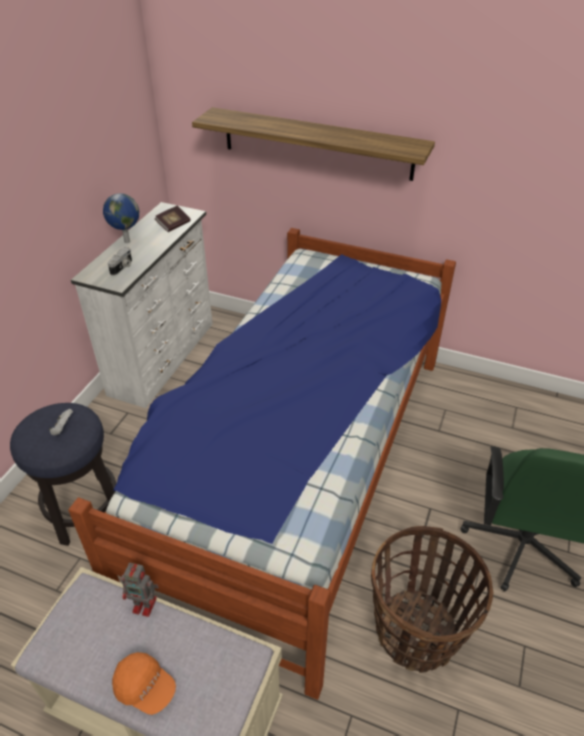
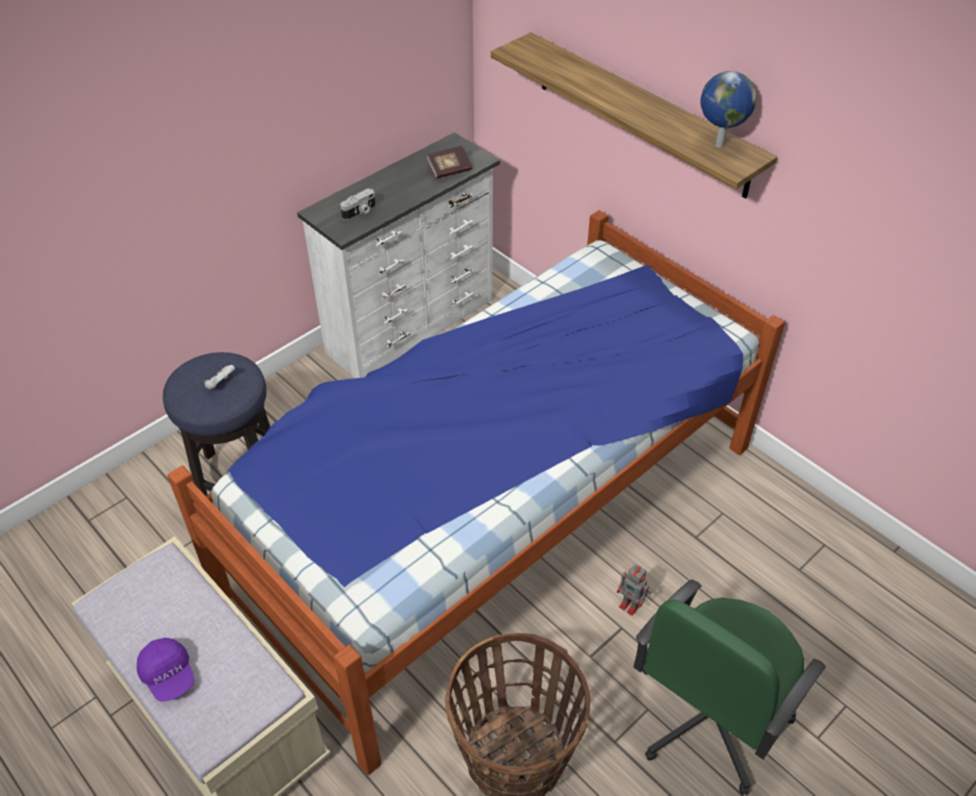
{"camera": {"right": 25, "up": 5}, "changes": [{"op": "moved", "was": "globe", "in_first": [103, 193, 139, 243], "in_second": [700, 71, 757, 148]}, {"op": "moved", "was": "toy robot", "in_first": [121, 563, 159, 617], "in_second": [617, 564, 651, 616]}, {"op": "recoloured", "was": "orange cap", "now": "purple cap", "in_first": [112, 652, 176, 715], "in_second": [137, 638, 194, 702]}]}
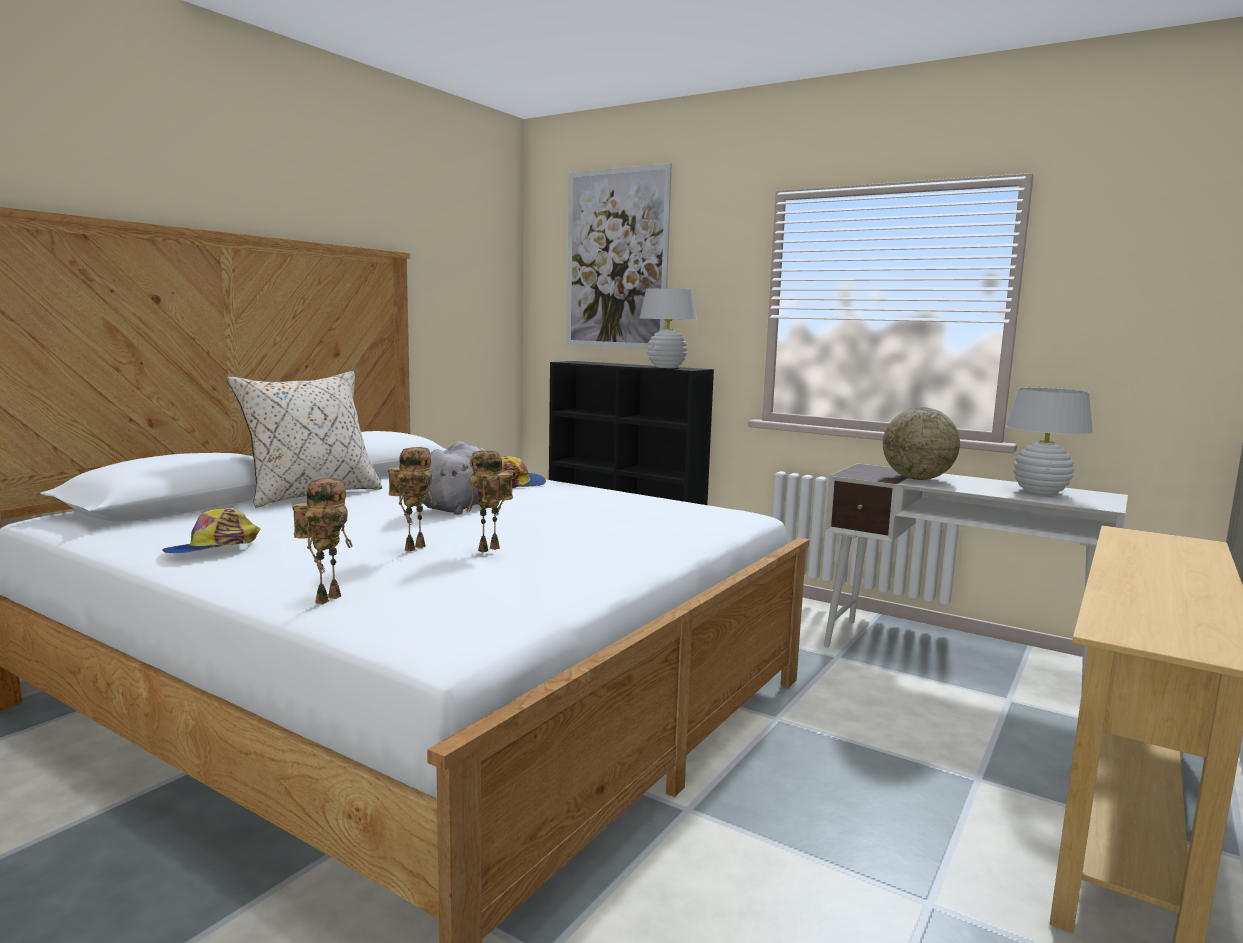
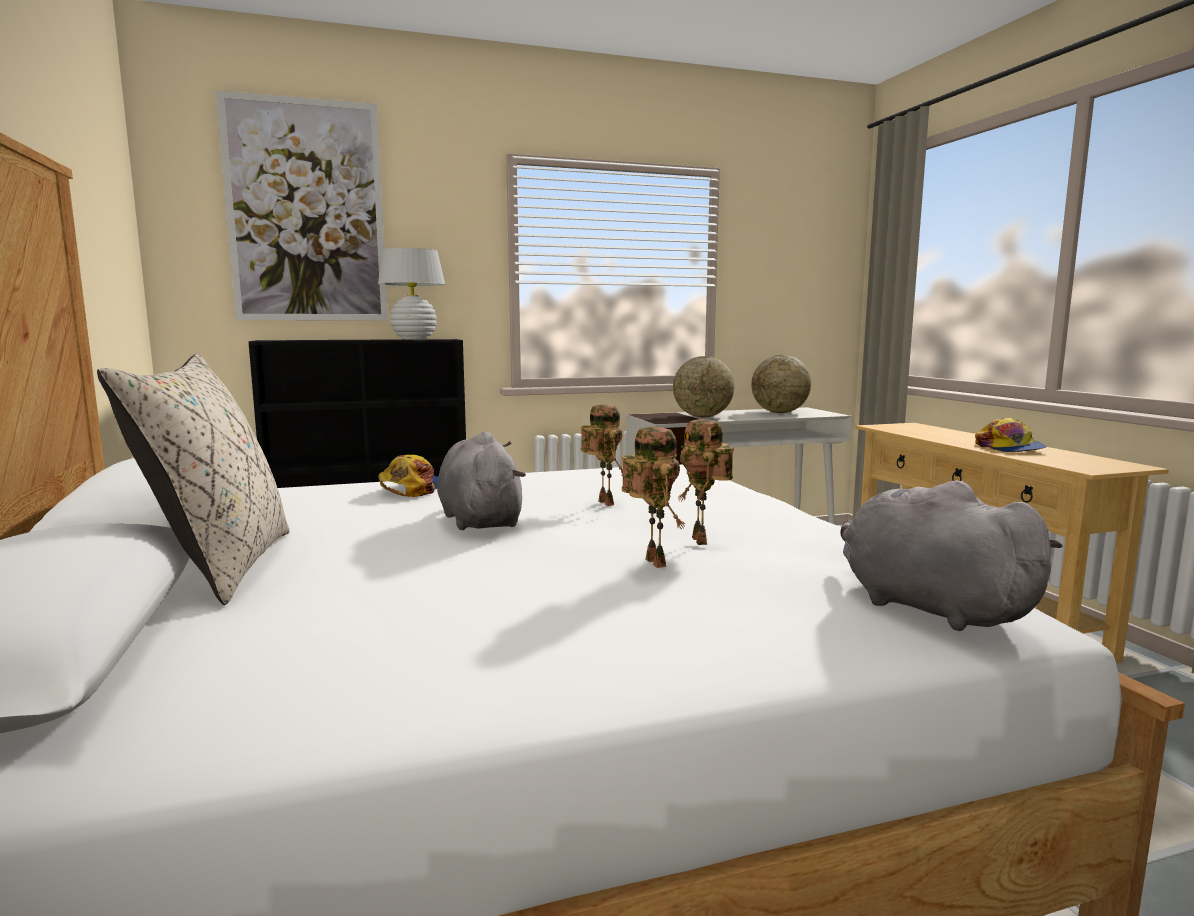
{"camera": {"right": -50, "up": 0}, "changes": [{"op": "replaced", "was": "white table lamp", "now": "globe", "in_first": [1006, 387, 1093, 495], "in_second": [751, 355, 811, 413]}, {"op": "moved", "was": "toy robot", "in_first": [292, 478, 353, 604], "in_second": [581, 405, 623, 506]}, {"op": "moved", "was": "cap", "in_first": [162, 508, 260, 553], "in_second": [975, 418, 1047, 452]}, {"op": "added", "now": "grey plush toy", "in_second": [840, 481, 1063, 631]}]}
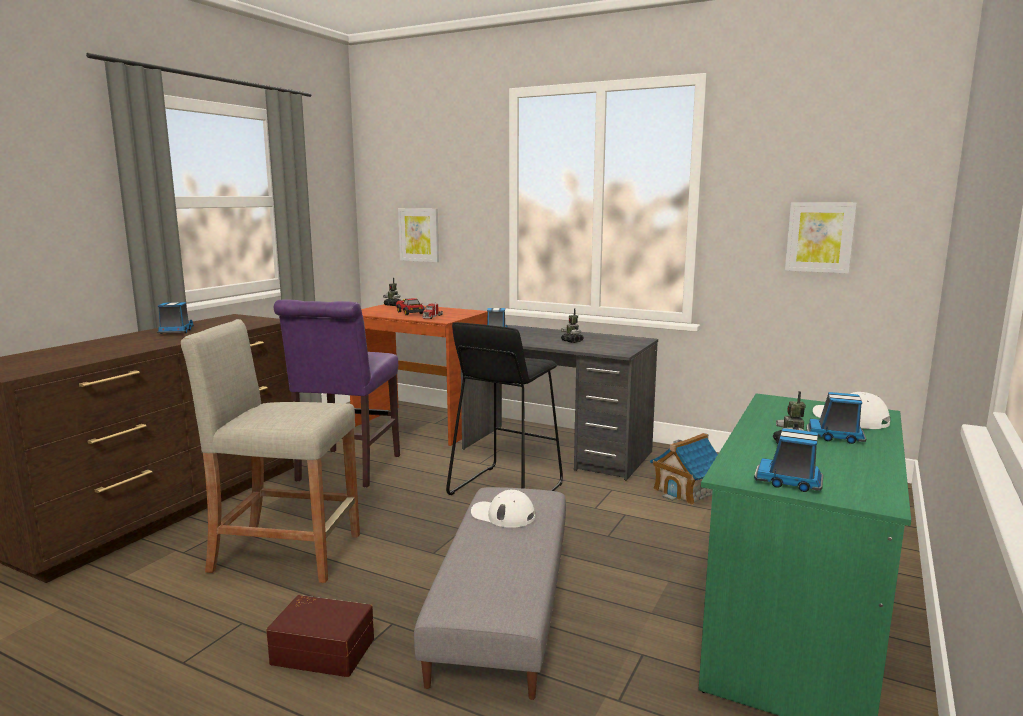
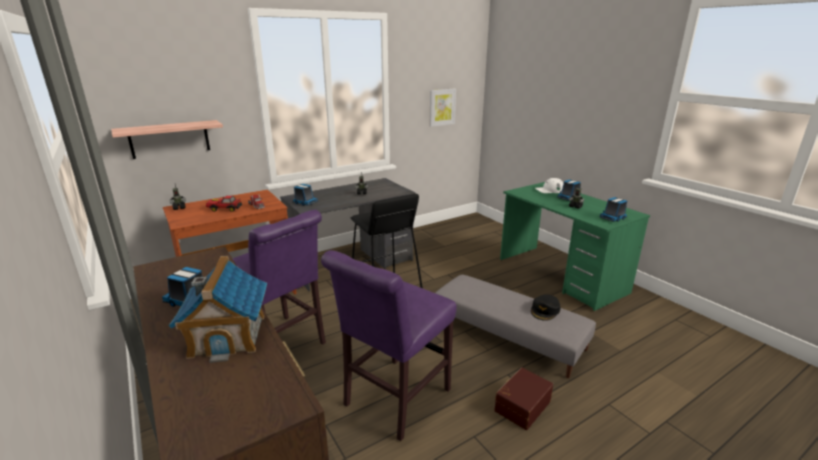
{"camera": {"right": -60, "up": 10}, "changes": [{"op": "replaced", "was": "picture", "now": "shelf", "in_first": [398, 208, 439, 262], "in_second": [111, 120, 223, 159]}, {"op": "replaced", "was": "beige stool", "now": "purple chair", "in_first": [181, 319, 360, 583], "in_second": [321, 250, 457, 441]}, {"op": "moved", "was": "toy house", "in_first": [650, 433, 718, 505], "in_second": [168, 256, 267, 363]}, {"op": "removed", "was": "white cap", "in_first": [471, 490, 535, 528]}, {"op": "added", "now": "black cap", "in_second": [531, 294, 561, 321]}]}
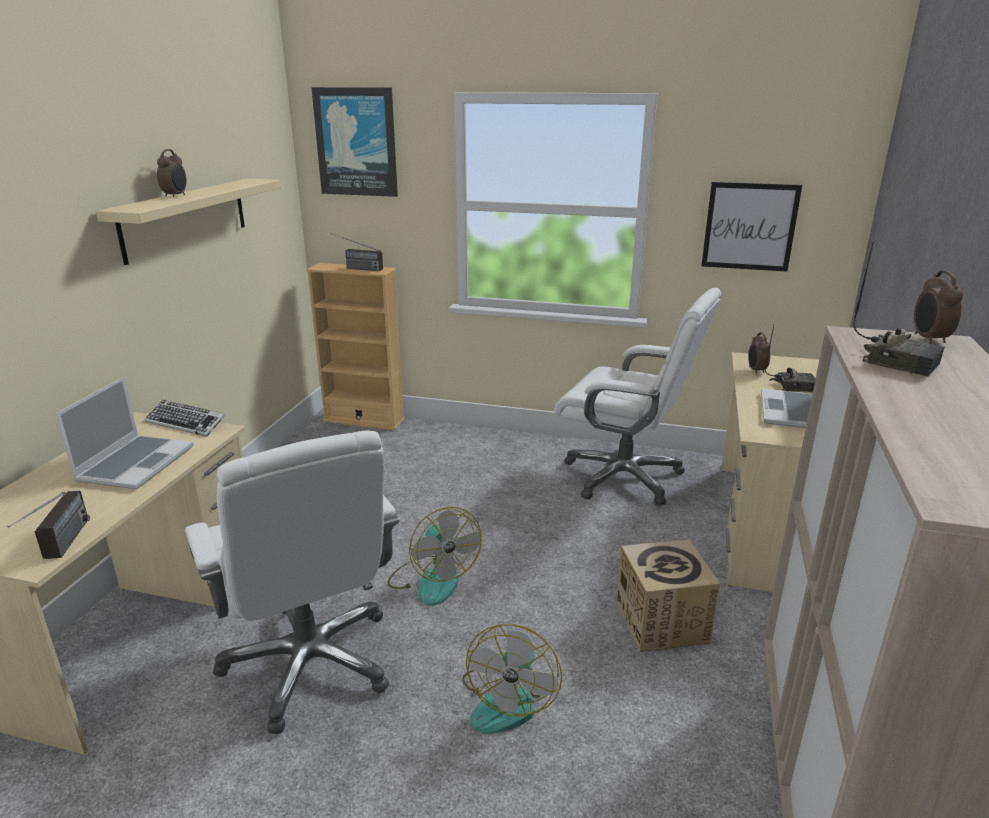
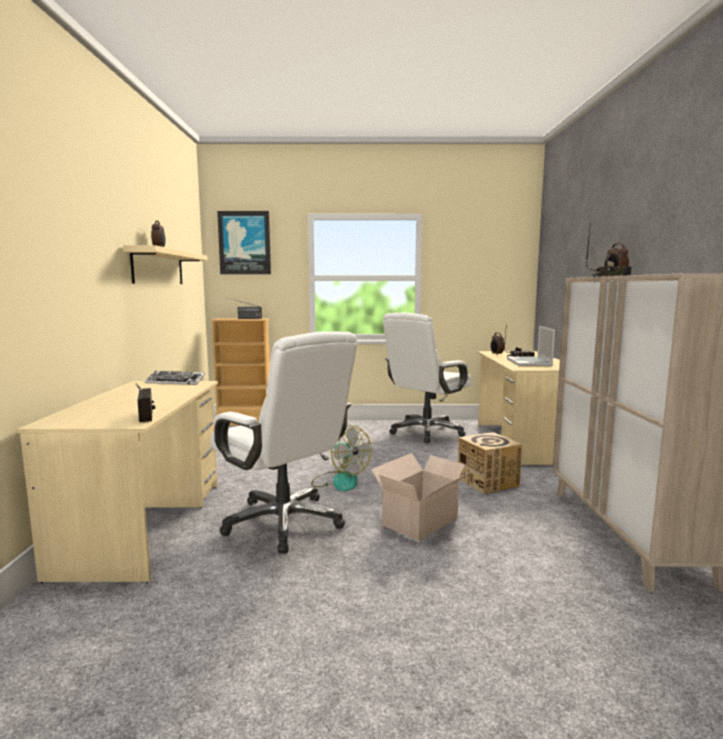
{"camera": {"right": -15, "up": -15}, "changes": [{"op": "removed", "was": "picture", "in_first": [701, 182, 802, 272]}, {"op": "turned", "was": "white office chair", "in_first": [554, 288, 722, 506], "in_second": [383, 313, 472, 443], "clockwise": 120}, {"op": "removed", "was": "laptop", "in_first": [55, 377, 194, 489]}, {"op": "replaced", "was": "fan", "now": "cardboard box", "in_first": [462, 624, 562, 734], "in_second": [371, 453, 473, 541]}]}
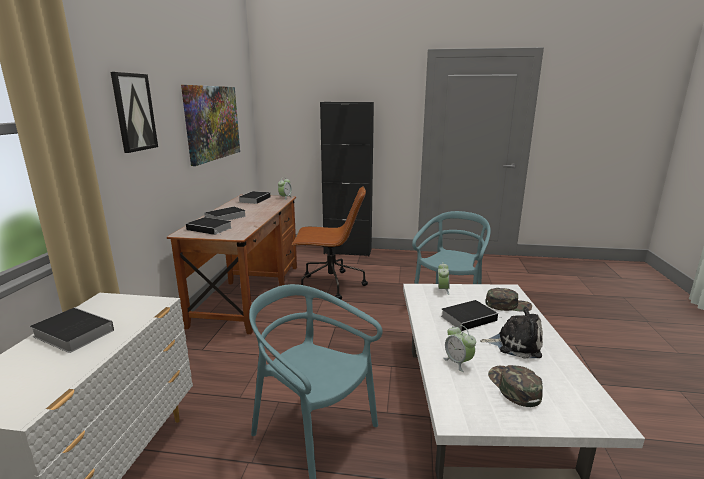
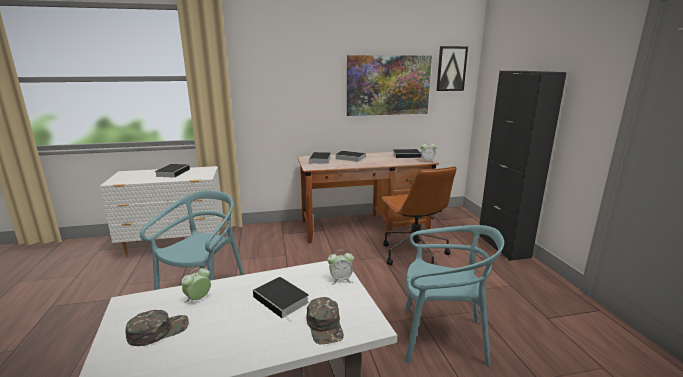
{"camera": {"right": 70, "up": 0}, "changes": [{"op": "moved", "was": "picture", "in_first": [111, 72, 158, 153], "in_second": [436, 46, 468, 91]}, {"op": "removed", "was": "plush toy", "in_first": [480, 306, 543, 359]}]}
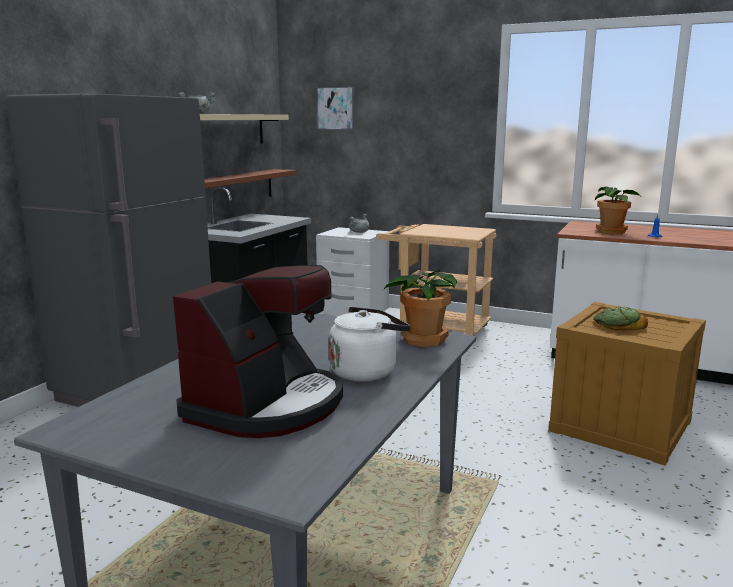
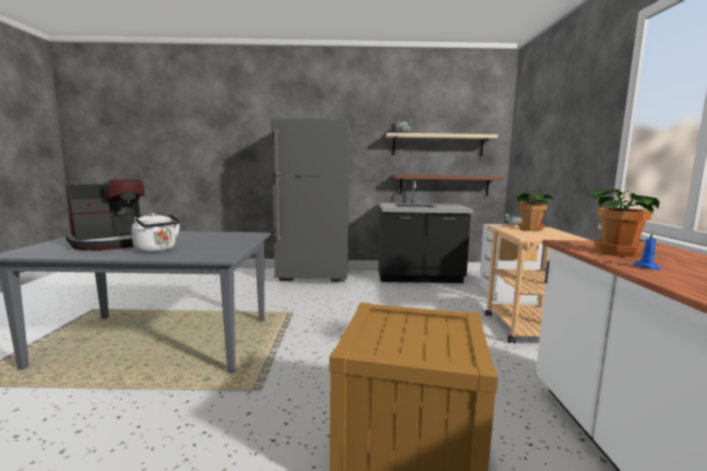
{"camera": {"right": 65, "up": -5}, "changes": [{"op": "removed", "was": "picture", "in_first": [316, 87, 355, 130]}, {"op": "turned", "was": "coffee machine", "in_first": [173, 265, 343, 438], "in_second": [65, 179, 145, 251], "clockwise": -45}, {"op": "moved", "was": "potted plant", "in_first": [383, 269, 457, 347], "in_second": [517, 193, 553, 231]}, {"op": "removed", "was": "bread", "in_first": [593, 306, 648, 331]}]}
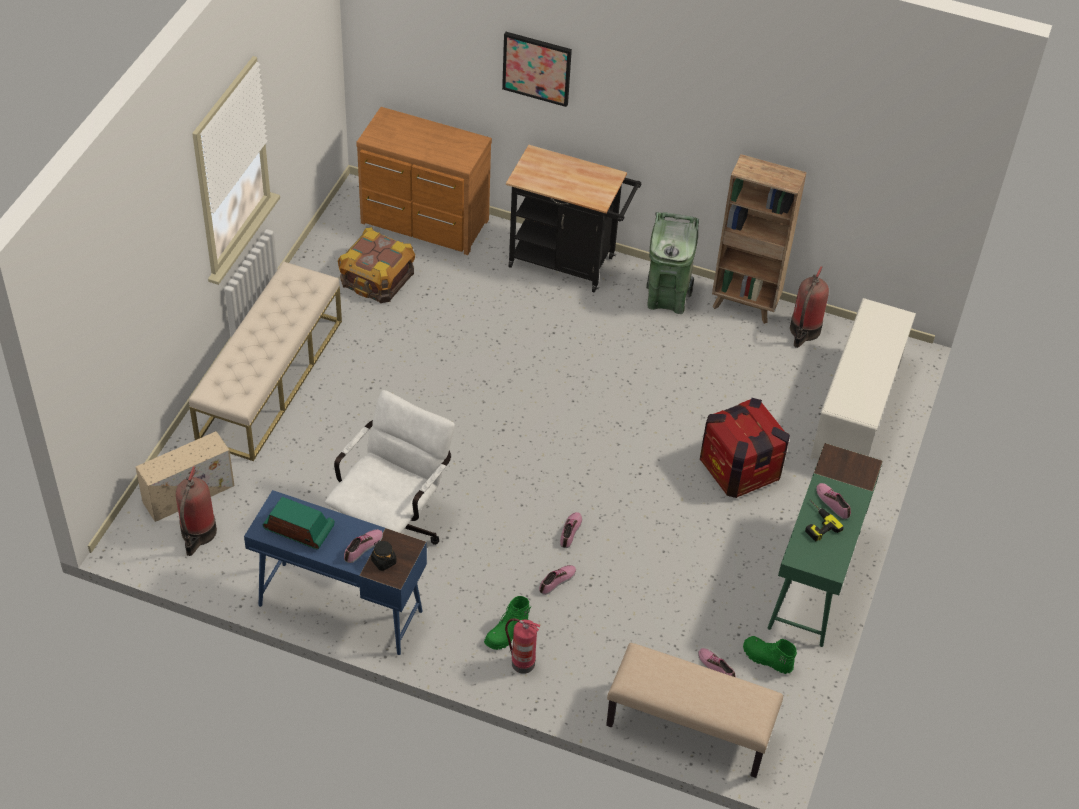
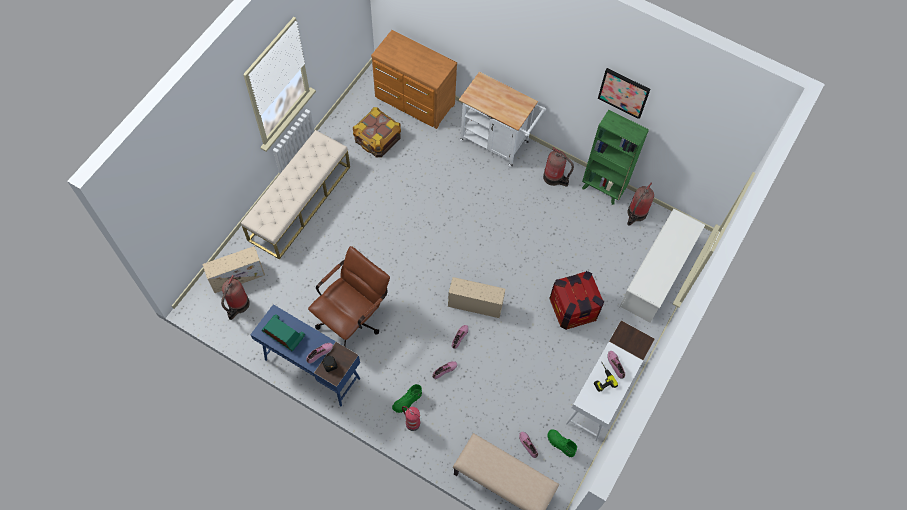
{"camera": {"right": 10, "up": 15}, "changes": [{"op": "moved", "was": "picture", "in_first": [502, 32, 572, 107], "in_second": [598, 68, 650, 119]}, {"op": "recoloured", "was": "black cart", "now": "white cart", "in_first": [506, 145, 641, 293], "in_second": [459, 72, 546, 167]}, {"op": "recoloured", "was": "brown bookcase", "now": "green bookcase", "in_first": [712, 154, 807, 324], "in_second": [582, 110, 649, 205]}, {"op": "replaced", "was": "green trash can", "now": "fire extinguisher", "in_first": [646, 212, 699, 314], "in_second": [543, 147, 574, 186]}, {"op": "recoloured", "was": "white office chair", "now": "brown office chair", "in_first": [325, 390, 455, 545], "in_second": [308, 246, 390, 348]}, {"op": "recoloured", "was": "green desk", "now": "white desk", "in_first": [768, 443, 883, 647], "in_second": [566, 320, 655, 441]}, {"op": "added", "now": "beige storage box", "in_second": [448, 277, 505, 318]}]}
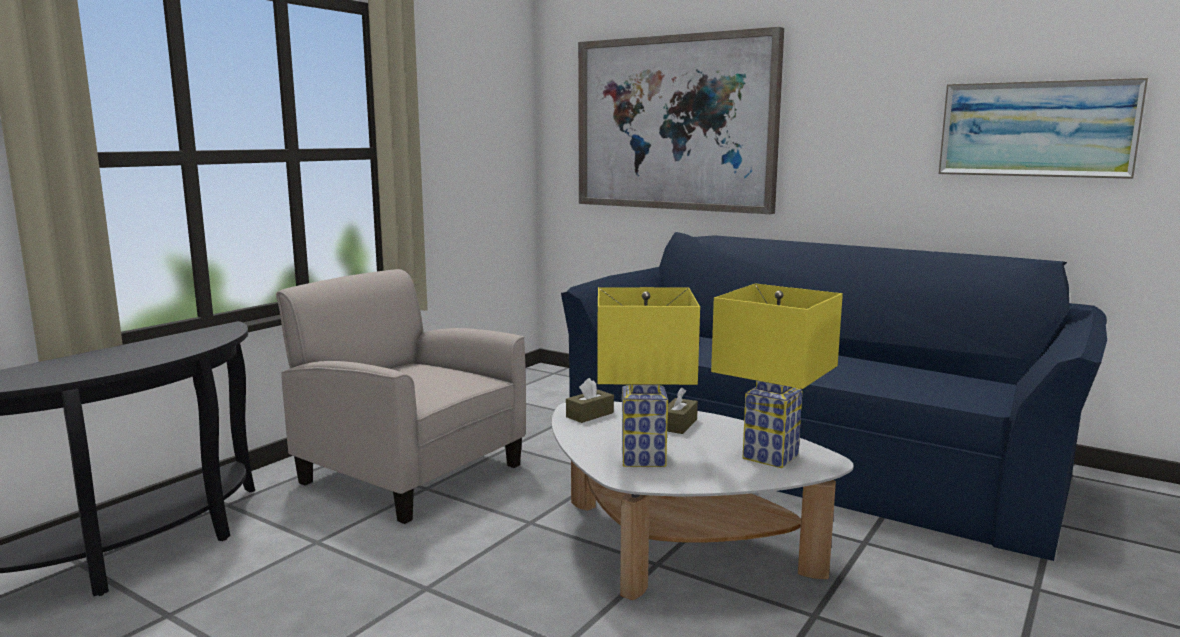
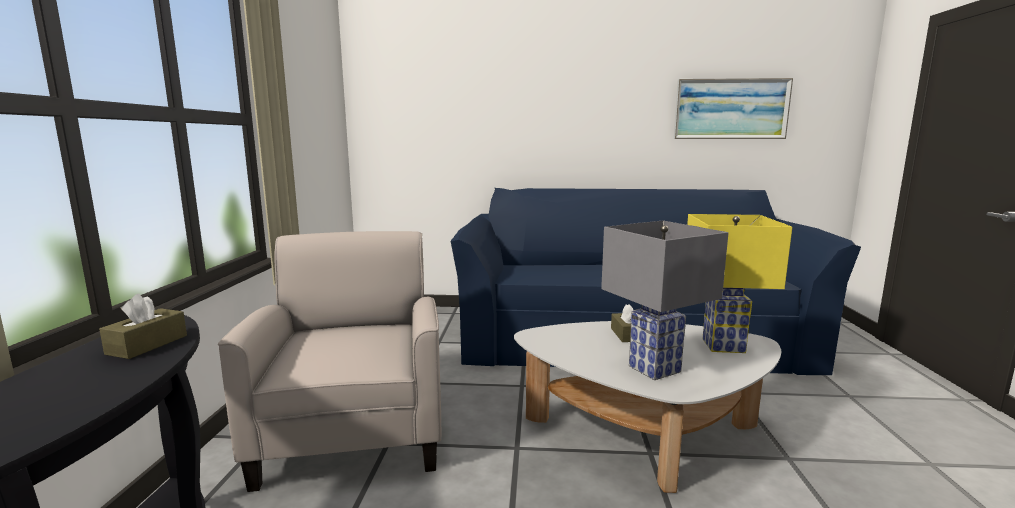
{"camera": {"right": -30, "up": 0}, "changes": [{"op": "removed", "was": "picture", "in_first": [578, 27, 784, 214]}, {"op": "turned", "was": "beige armchair", "in_first": [276, 269, 526, 524], "in_second": [218, 231, 441, 492], "clockwise": 75}, {"op": "recoloured", "was": "yellow table lamp", "now": "grey table lamp", "in_first": [597, 287, 700, 467], "in_second": [601, 221, 729, 380]}, {"op": "moved", "was": "brown tissue box", "in_first": [566, 378, 614, 423], "in_second": [99, 294, 187, 359]}]}
